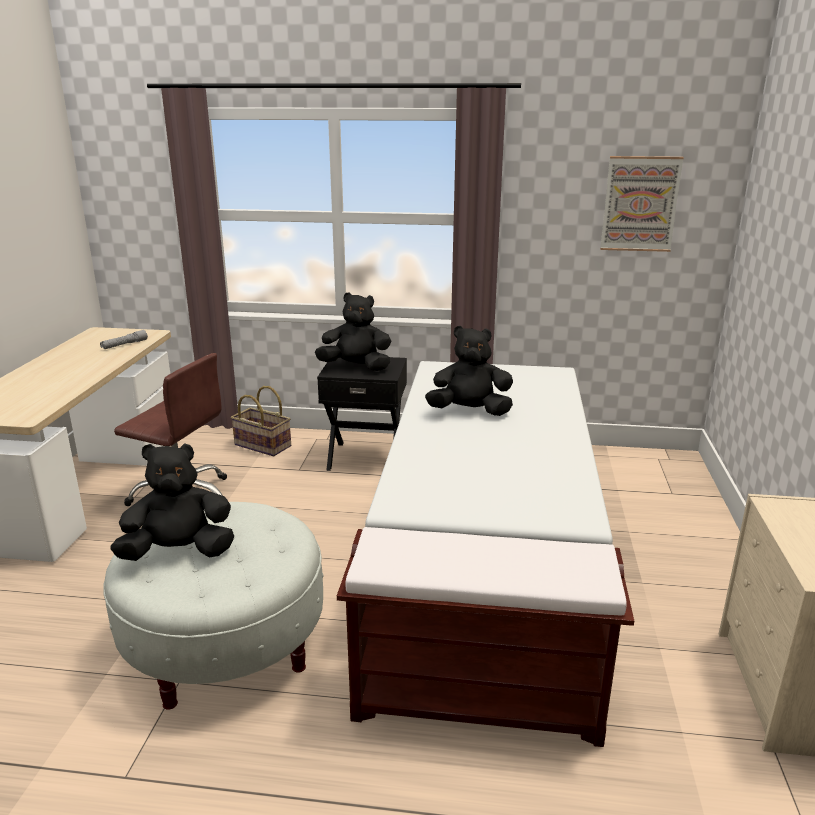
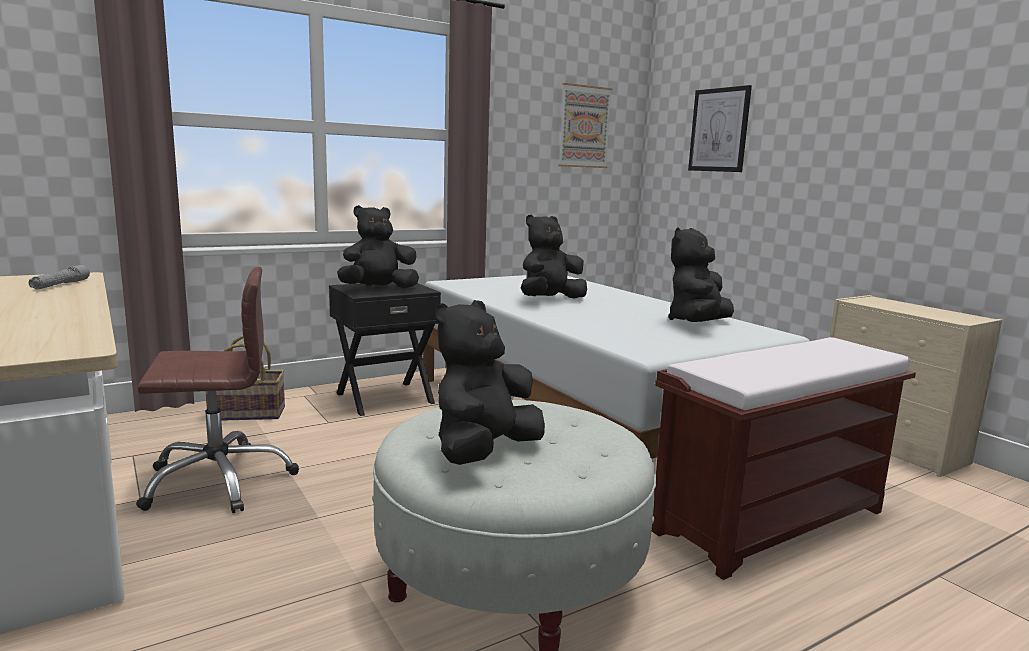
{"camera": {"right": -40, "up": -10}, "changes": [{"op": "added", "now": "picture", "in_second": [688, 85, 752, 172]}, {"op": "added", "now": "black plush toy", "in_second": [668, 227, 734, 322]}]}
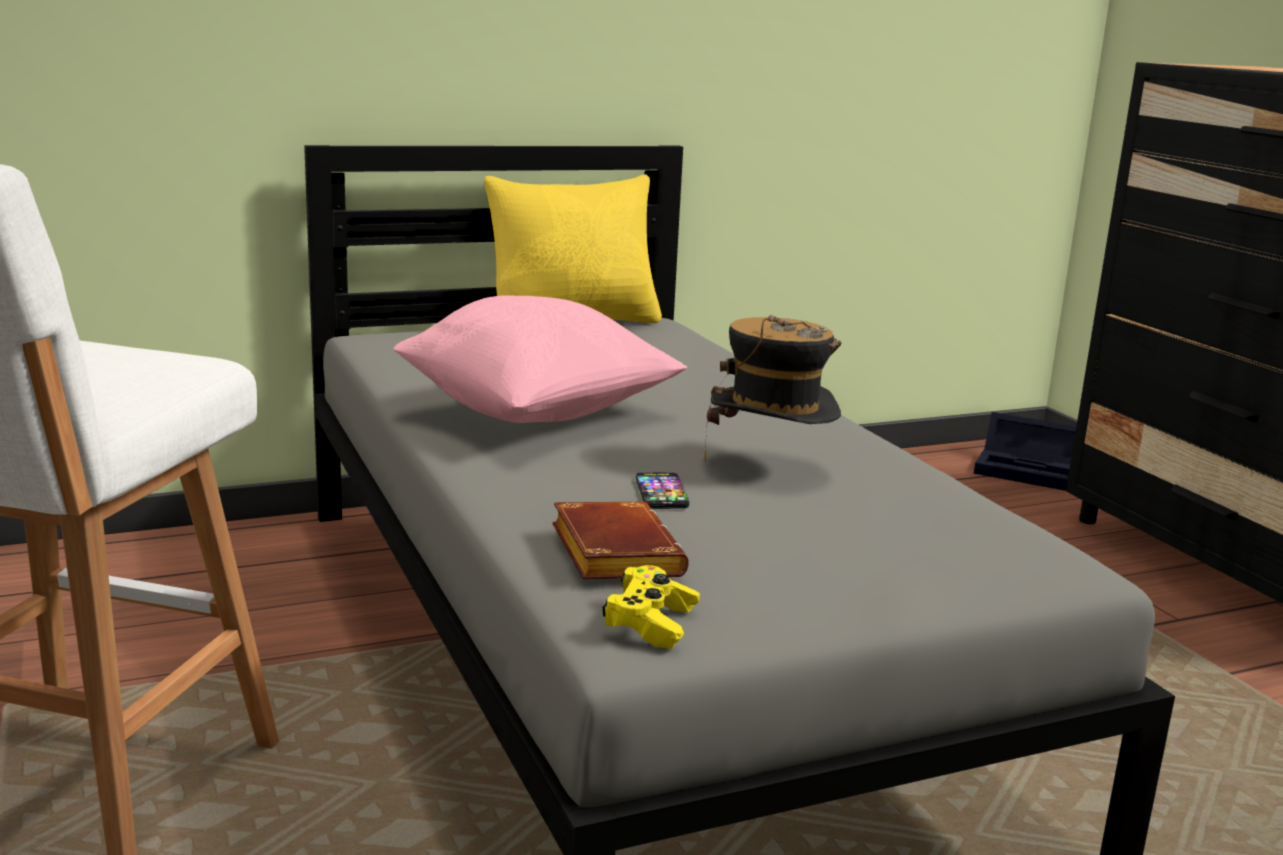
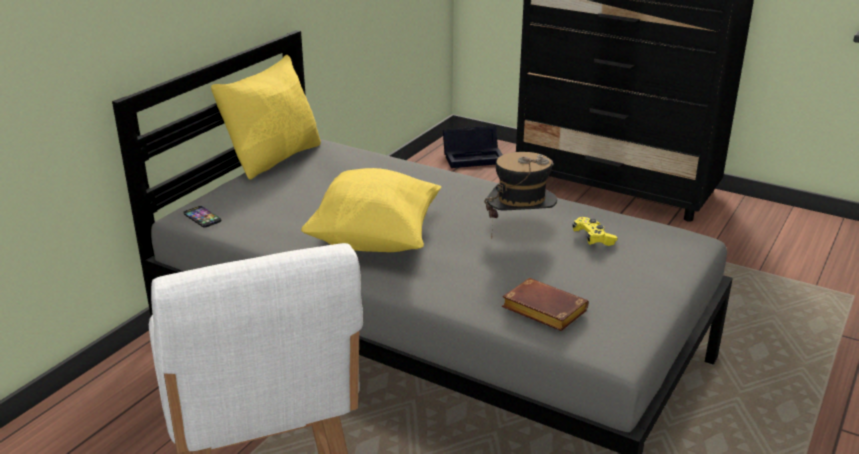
{"camera": {"right": -35, "up": 10}, "changes": [{"op": "recoloured", "was": "pink pillow", "now": "yellow pillow", "in_first": [394, 295, 688, 423], "in_second": [301, 168, 441, 252]}, {"op": "moved", "was": "phone", "in_first": [636, 473, 689, 509], "in_second": [183, 206, 221, 228]}, {"op": "moved", "was": "yellow game controller", "in_first": [602, 565, 700, 649], "in_second": [572, 217, 618, 246]}]}
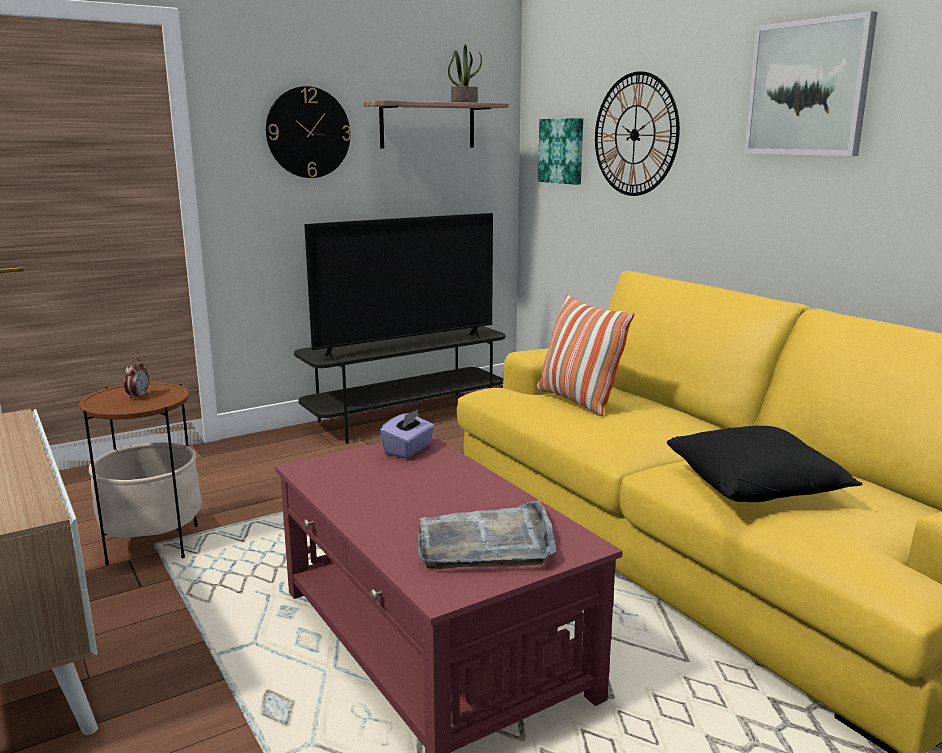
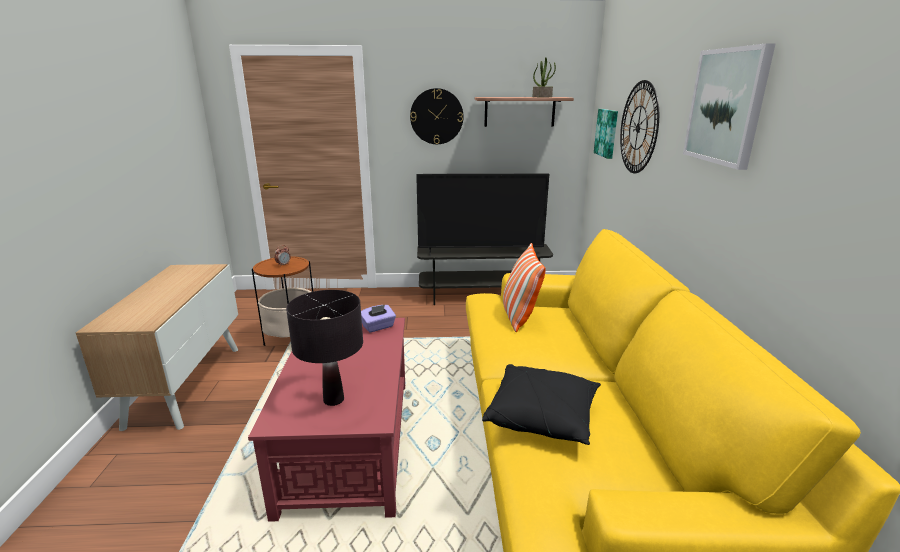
{"camera": {"right": 30, "up": 5}, "changes": [{"op": "replaced", "was": "grey tray", "now": "black table lamp", "in_first": [418, 500, 556, 569], "in_second": [286, 290, 363, 406]}]}
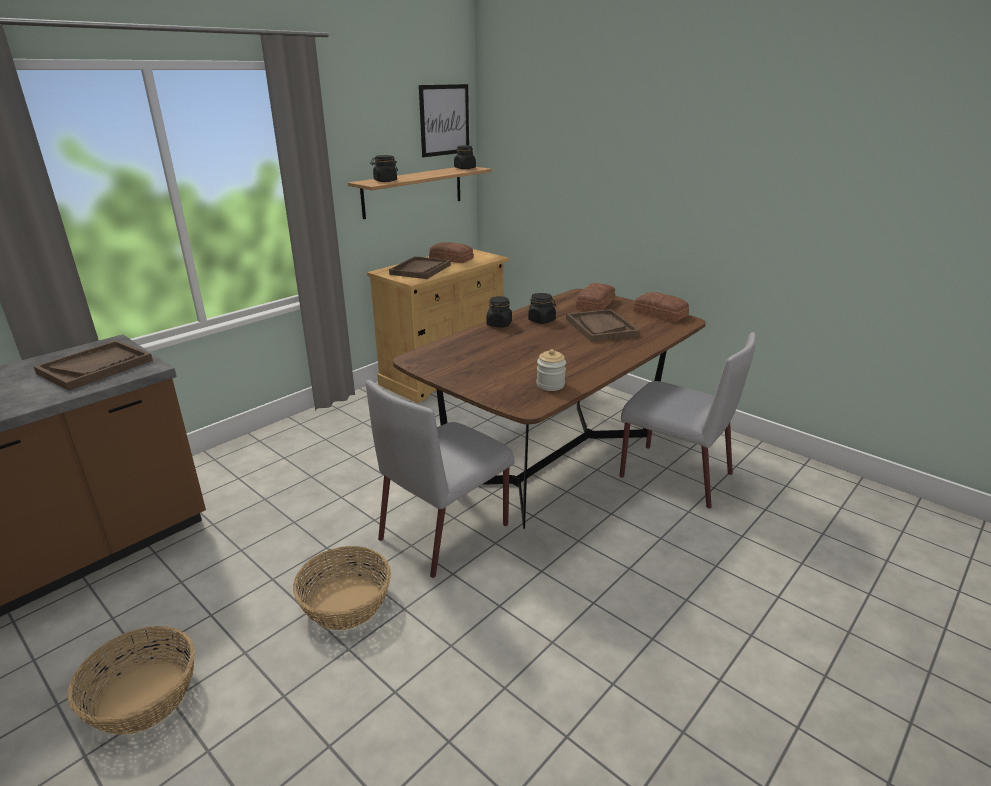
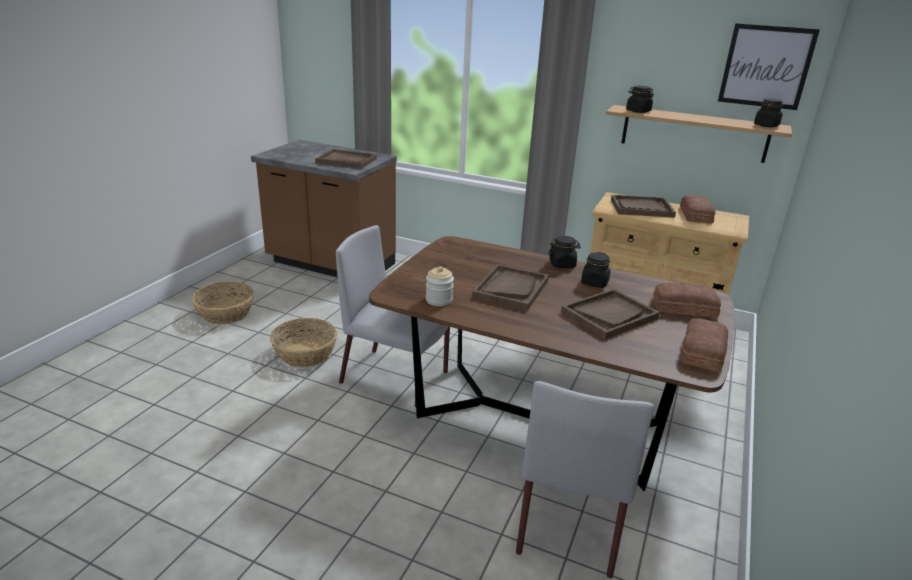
{"camera": {"right": 70, "up": 0}, "changes": [{"op": "added", "now": "brown tray", "in_second": [472, 264, 549, 311]}]}
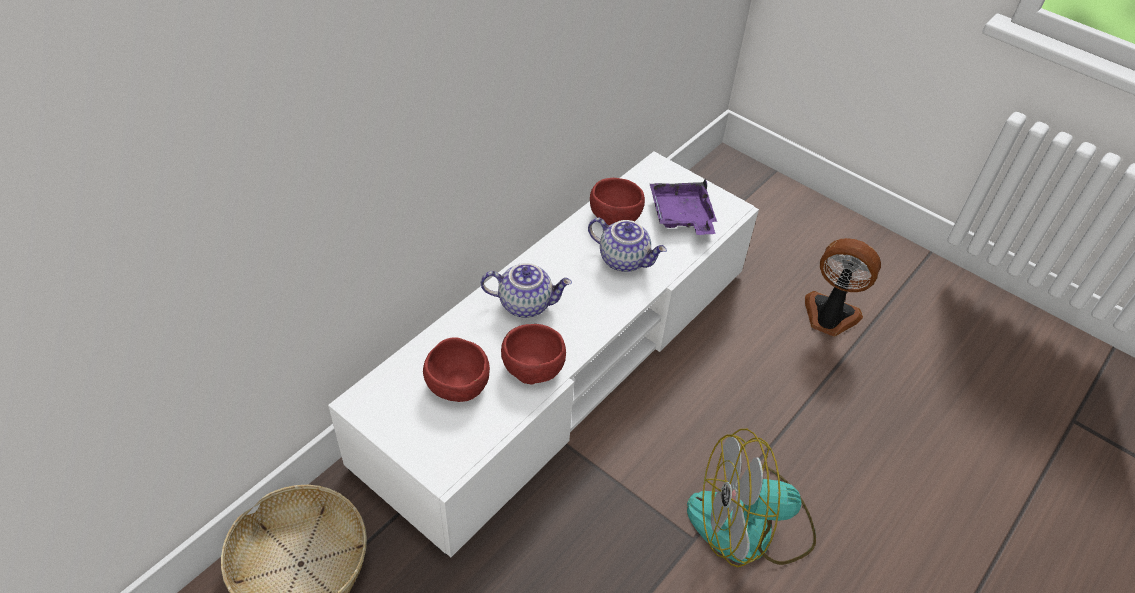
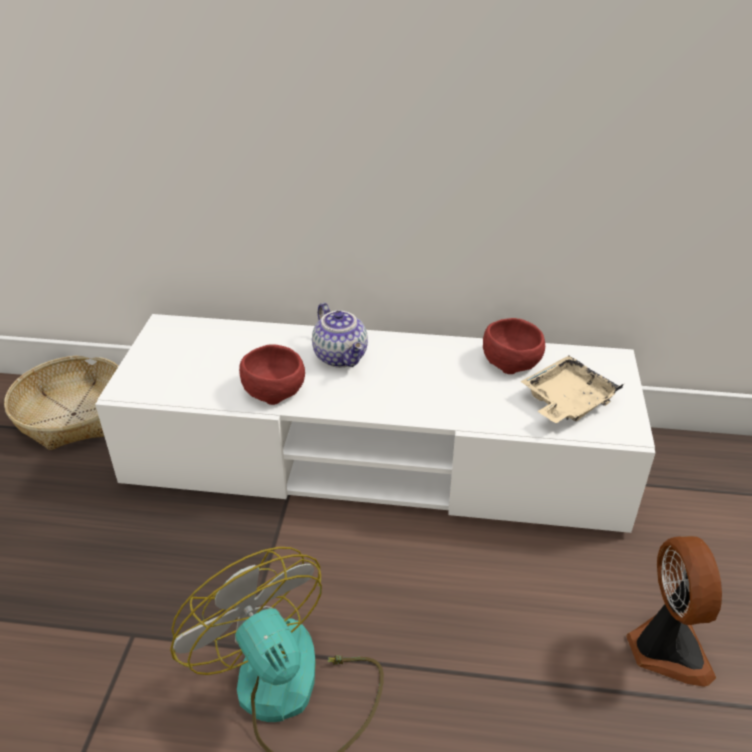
{"camera": {"right": 60, "up": -10}, "changes": [{"op": "recoloured", "was": "purple tray", "now": "beige tray", "in_first": [650, 179, 717, 235], "in_second": [520, 355, 624, 423]}, {"op": "removed", "was": "teapot", "in_first": [588, 218, 667, 272]}, {"op": "removed", "was": "red bowl", "in_first": [423, 337, 490, 402]}]}
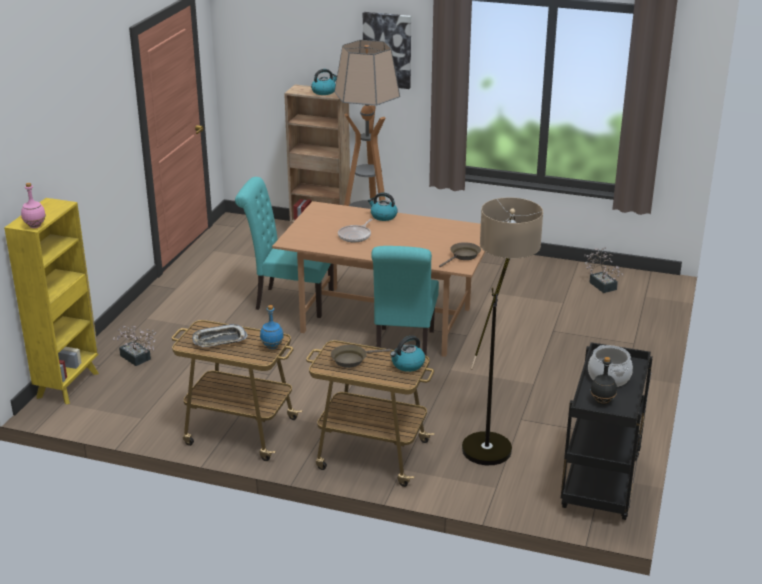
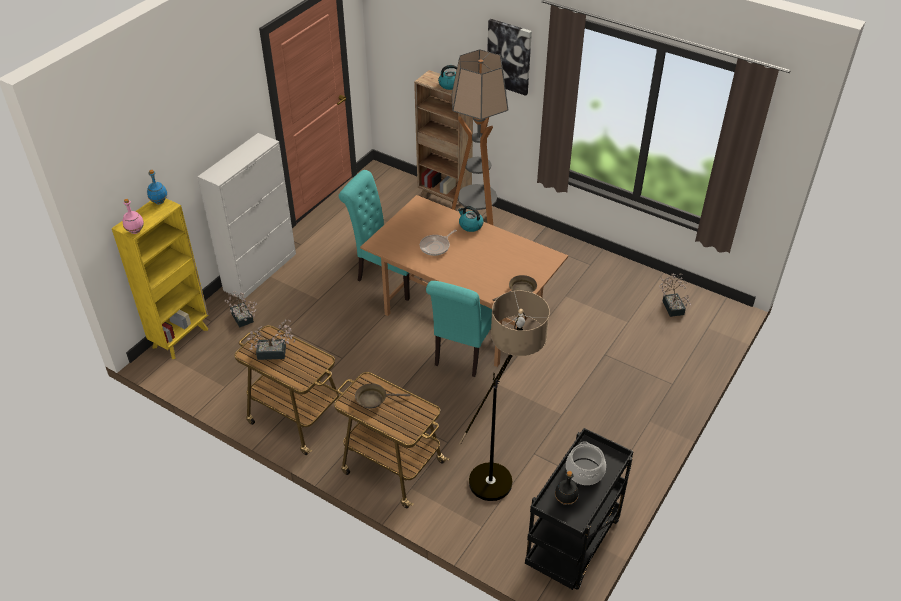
{"camera": {"right": 15, "up": 15}, "changes": [{"op": "moved", "was": "blue bottle", "in_first": [260, 305, 284, 349], "in_second": [147, 170, 168, 204]}, {"op": "replaced", "was": "tray", "now": "potted plant", "in_first": [192, 324, 248, 347], "in_second": [247, 319, 295, 360]}, {"op": "removed", "was": "kettle", "in_first": [390, 336, 425, 372]}, {"op": "added", "now": "white cabinet", "in_second": [197, 133, 296, 300]}]}
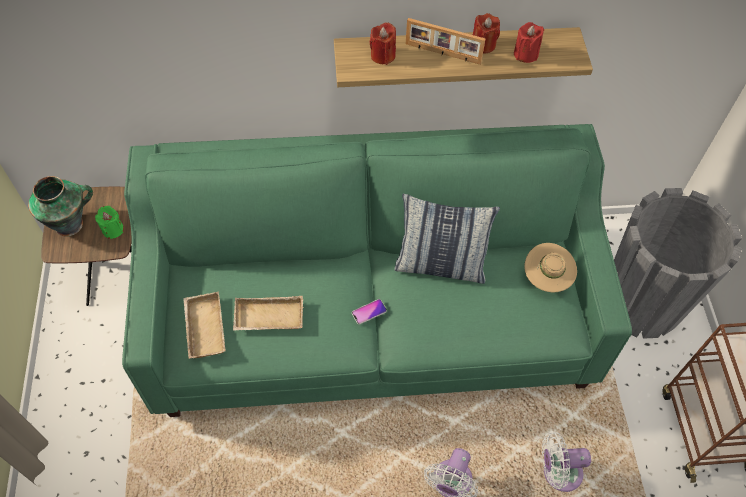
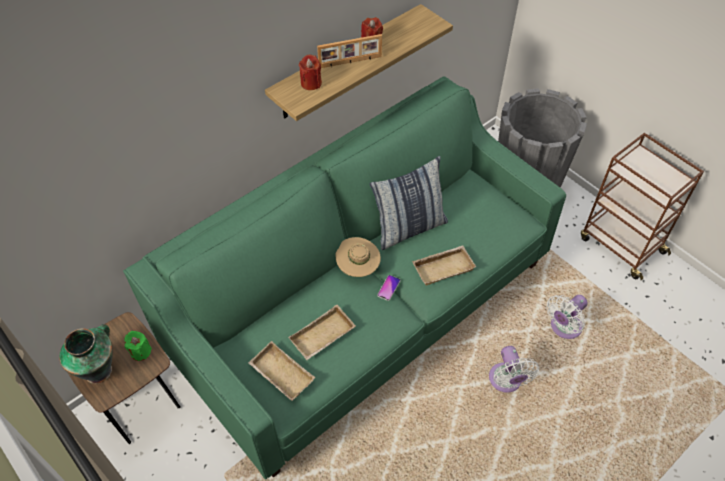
{"camera": {"right": -35, "up": -5}, "changes": [{"op": "removed", "was": "red candle", "in_first": [514, 22, 544, 63]}, {"op": "moved", "was": "beige hat", "in_first": [524, 243, 577, 292], "in_second": [336, 237, 381, 277]}, {"op": "added", "now": "beige tray", "in_second": [412, 245, 476, 285]}]}
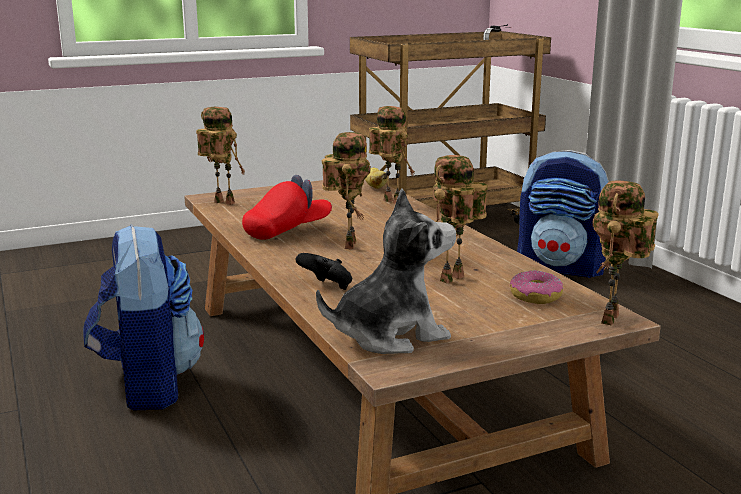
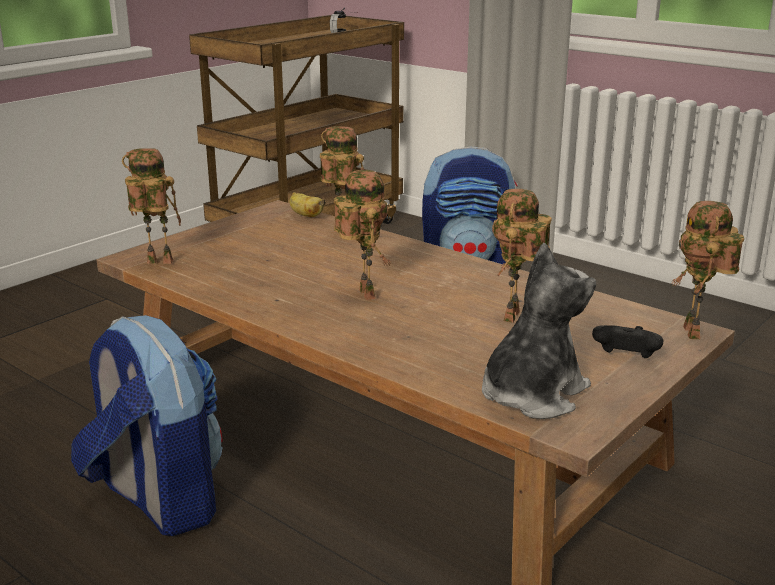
{"camera": {"right": -25, "up": 5}, "changes": [{"op": "removed", "was": "red cap", "in_first": [242, 175, 332, 240]}, {"op": "moved", "was": "black game controller", "in_first": [295, 253, 352, 290], "in_second": [592, 325, 663, 358]}, {"op": "removed", "was": "donut", "in_first": [510, 270, 563, 304]}]}
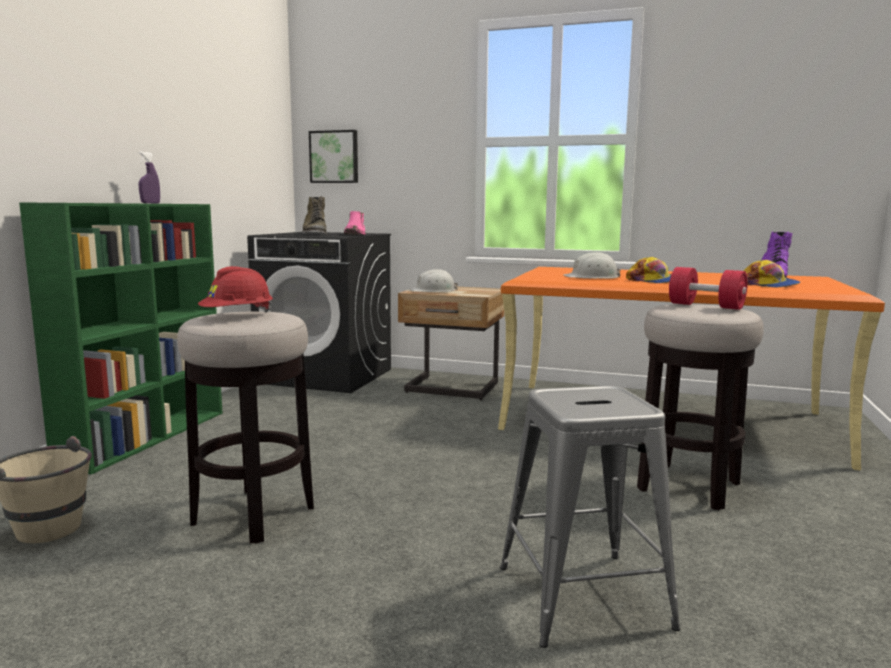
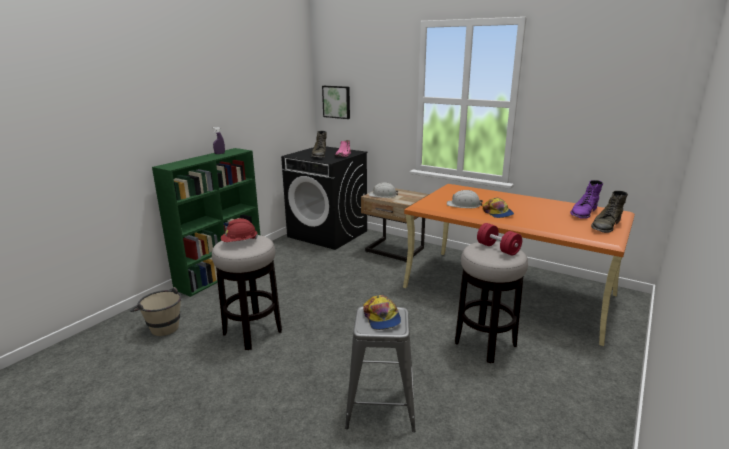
{"camera": {"right": 15, "up": 10}, "changes": [{"op": "moved", "was": "cap", "in_first": [743, 260, 801, 287], "in_second": [363, 295, 401, 330]}, {"op": "added", "now": "green boot", "in_second": [591, 191, 628, 233]}]}
